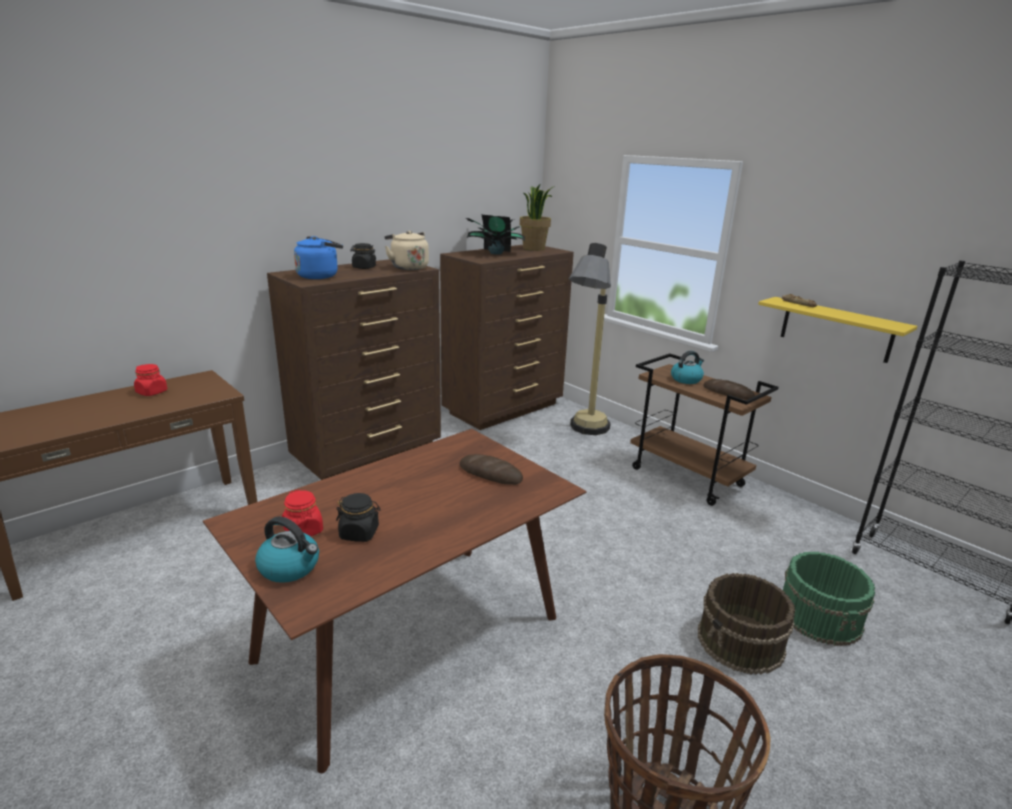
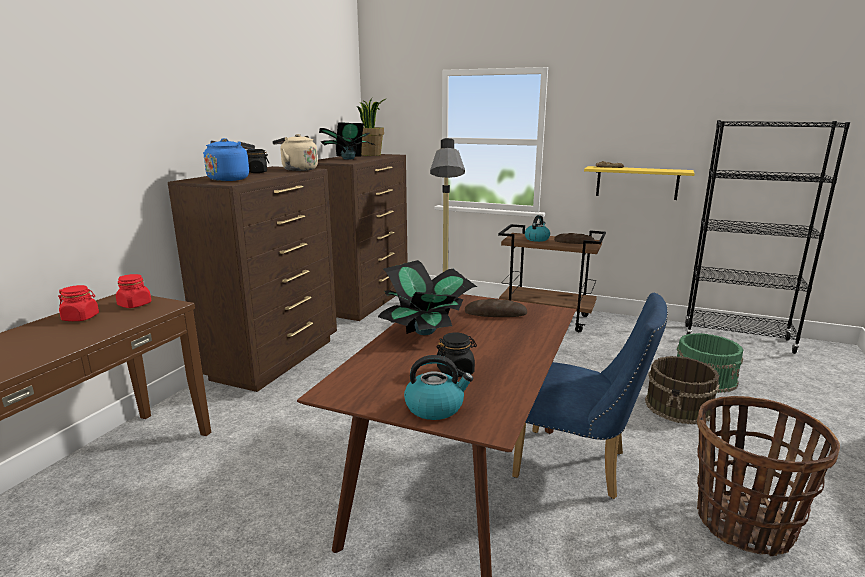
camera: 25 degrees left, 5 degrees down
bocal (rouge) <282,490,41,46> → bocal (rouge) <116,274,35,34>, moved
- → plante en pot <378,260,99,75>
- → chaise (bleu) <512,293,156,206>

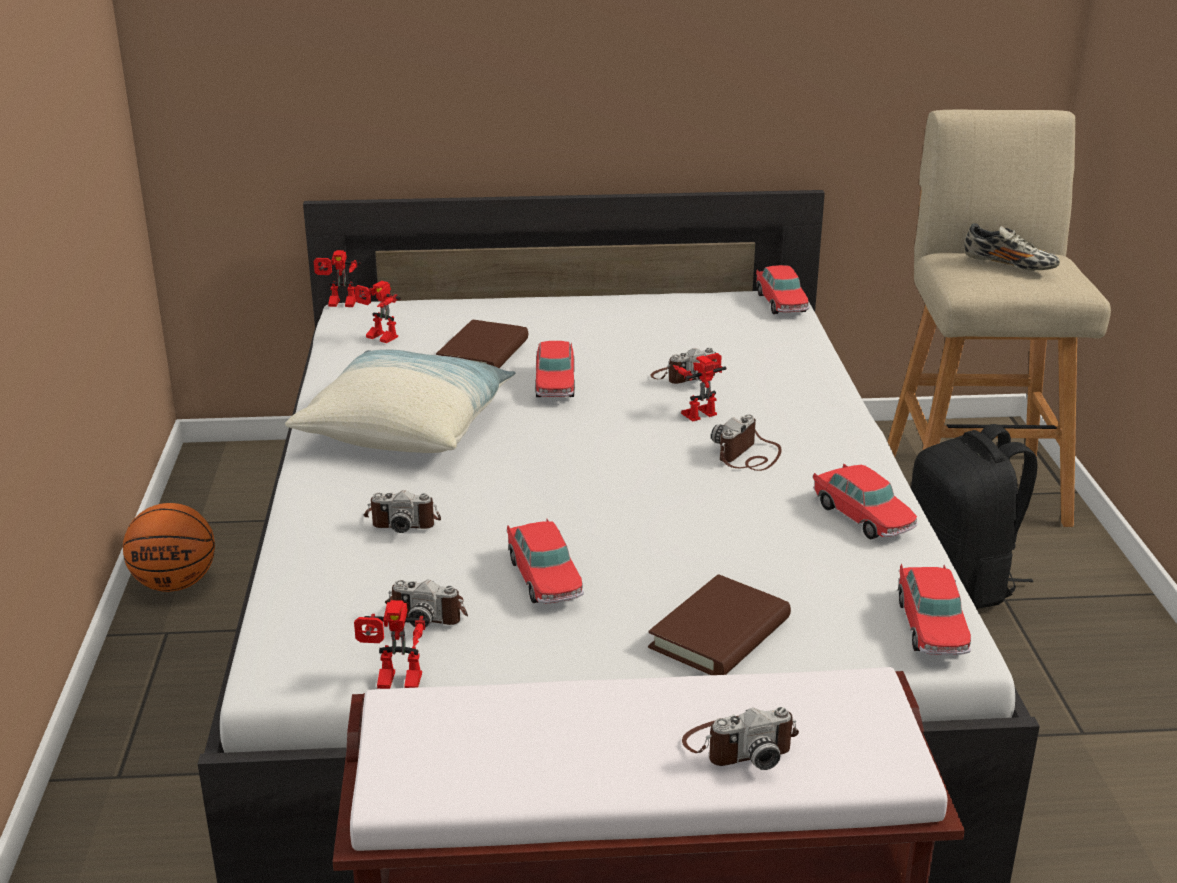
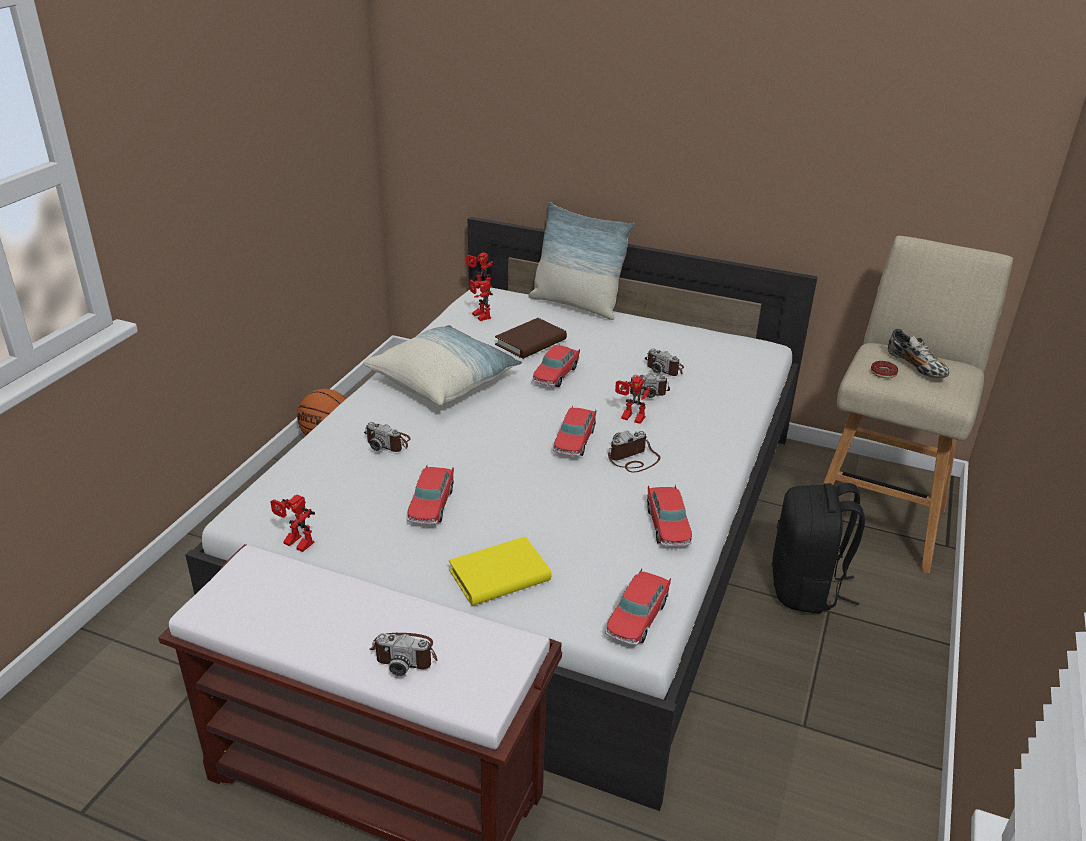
camera: 25 degrees right, 5 degrees up
petite voiture <756,265,53,49> → petite voiture <553,406,43,50>, moved
robot jouet <673,353,54,69> → robot jouet <615,376,39,48>, 150 degrees counterclockwise
livre (marron) <648,574,143,101> → livre (jaune) <449,537,102,69>
appareil photo <385,580,83,47> → appareil photo <645,349,39,27>, moved
- → coussin <528,202,107,118>
- → beignet <871,361,27,17>

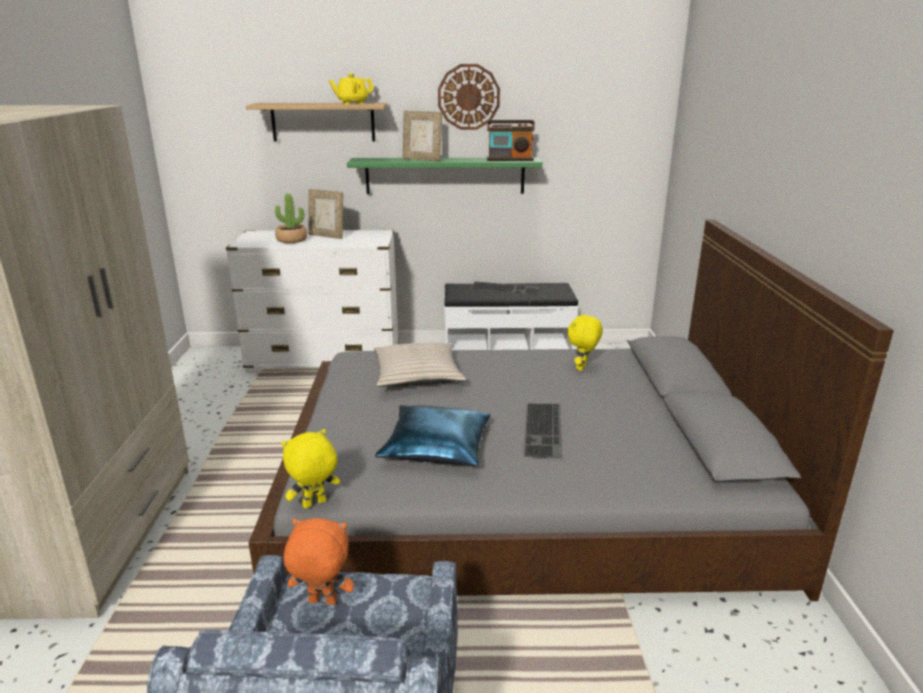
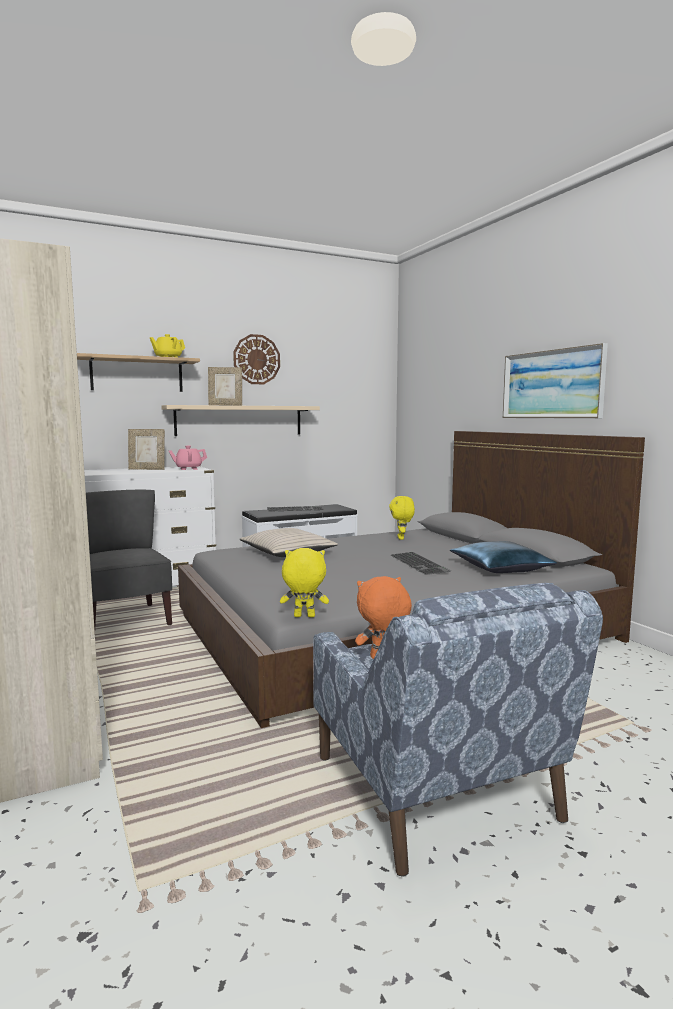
camera: 25 degrees left, 15 degrees down
radio <487,120,48,41> → -
étagère (vert) <347,157,196,37> → étagère (beige) <162,405,158,31>
plante en pot <275,193,32,50> → -
coussin (bleu) <375,405,115,61> → coussin (bleu) <450,541,107,32>, moved
peluche (jaune) <281,429,59,80> → peluche (jaune) <280,548,49,69>, 60 degrees clockwise
- → tableau <503,343,105,75>
- → théière (rose) <169,445,38,25>
- → chaise (gris) <86,490,86,139>

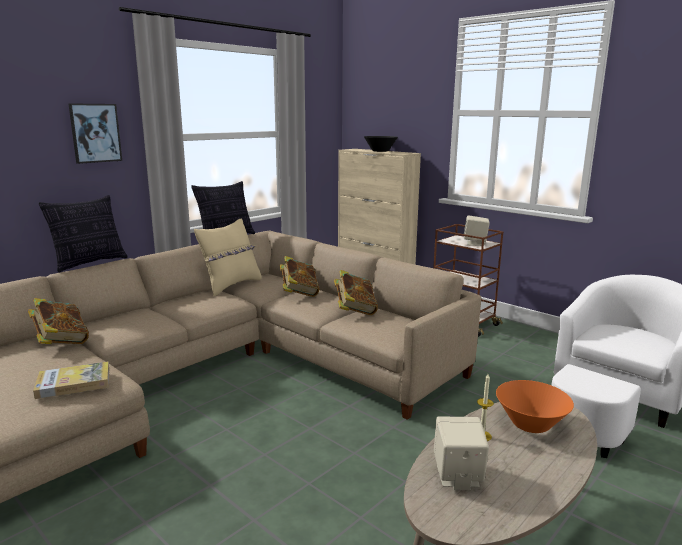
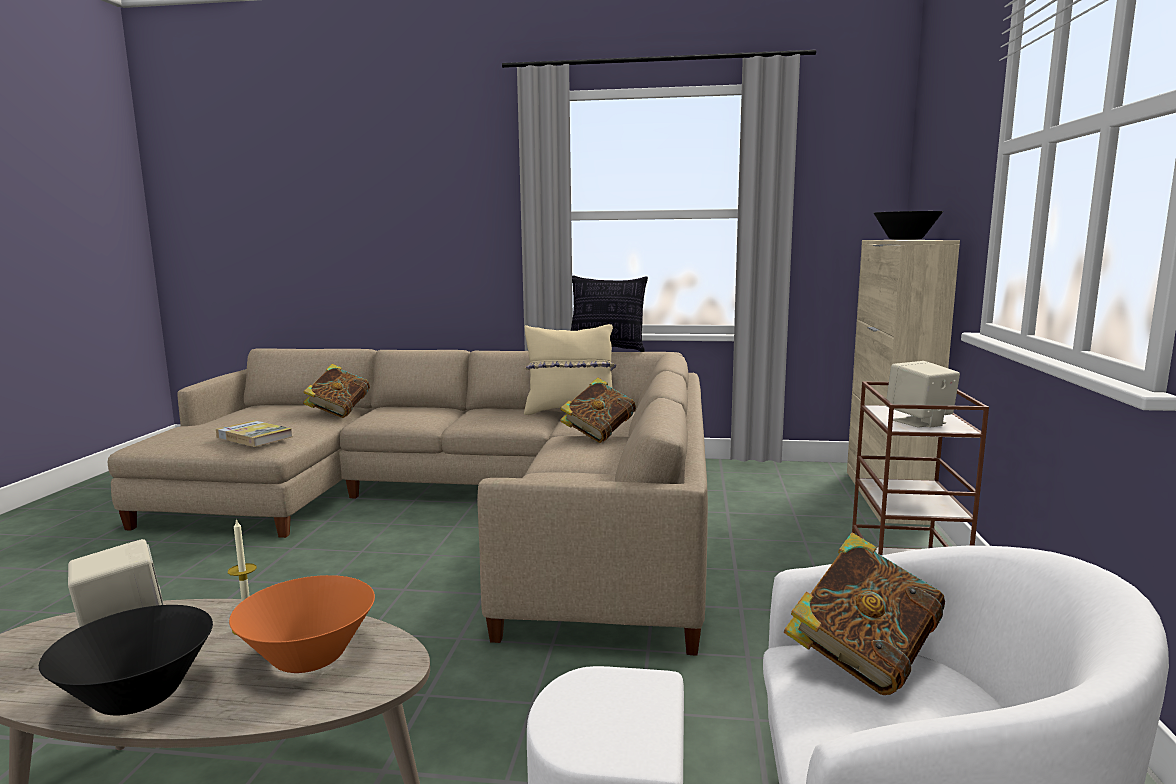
camera: 55 degrees right, 5 degrees down
tableau <68,103,54,61> → -
coussin <39,195,89,78> → -
livre <334,270,44,45> → livre <784,533,161,162>, moved
- → bol (noir) <39,605,174,111>

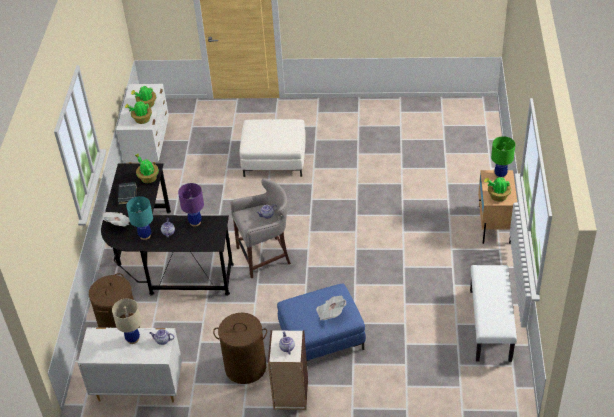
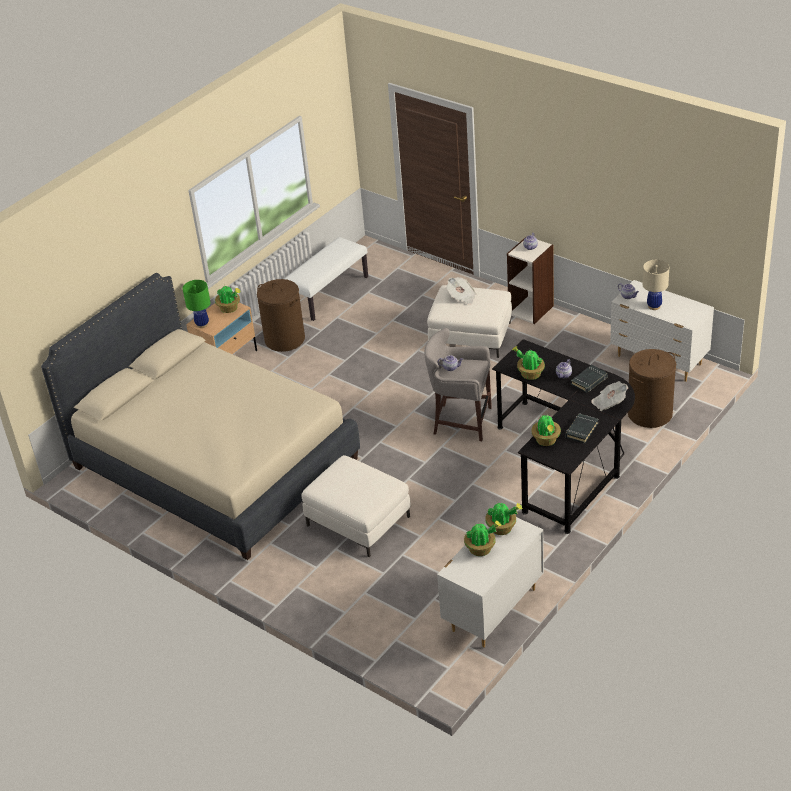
camera: 145 degrees left, 5 degrees down
lampe de table (violet) <178,183,26,43> → plante en pot <512,346,33,34>
lampe de table (turquoise) <126,196,27,44> → livre (noir) <571,365,36,28>
pouf (bleu) <277,284,89,77> → pouf (blanc) <427,285,85,73>
panier à linge (marron) <213,313,54,71> → panier à linge (marron) <257,279,48,73>, moved
- → lit (beige) <41,273,319,287>

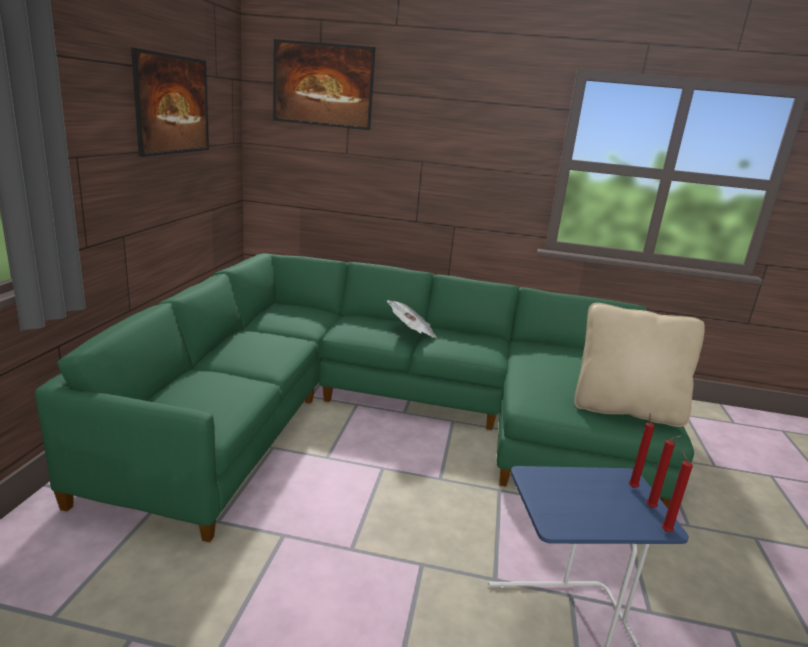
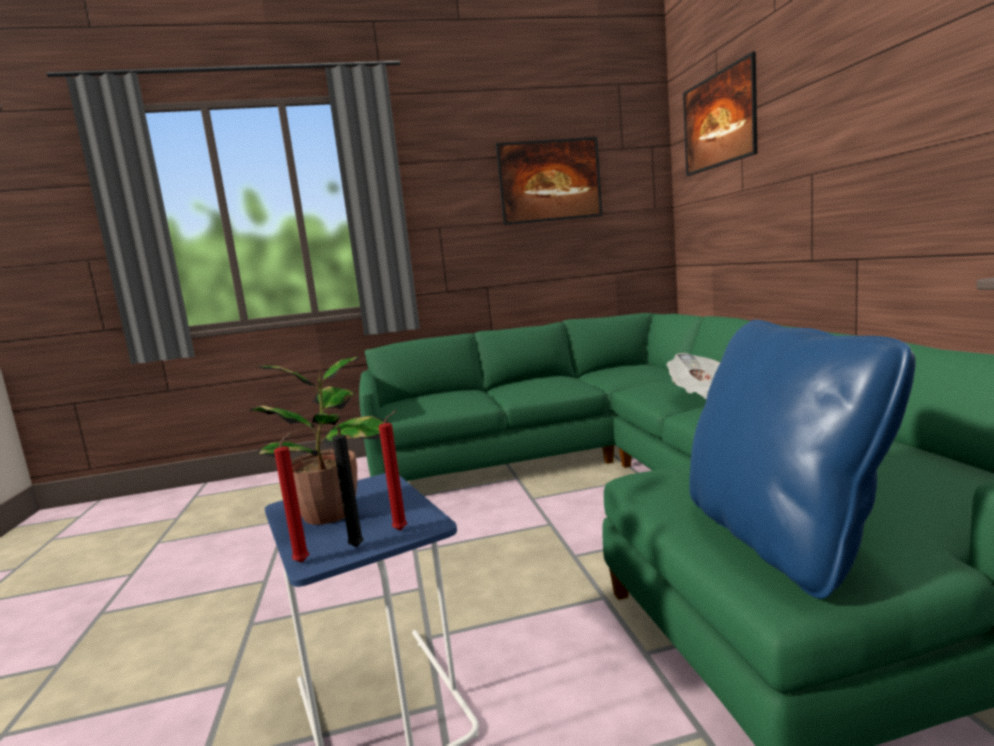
camera: 70 degrees right, 10 degrees down
coussin (beige) <574,303,131,124> → coussin (bleu) <689,320,227,279>
bougie (rouge) <647,435,34,73> → bougie (noir) <332,427,32,120>
- → plante en pot <248,357,141,168>

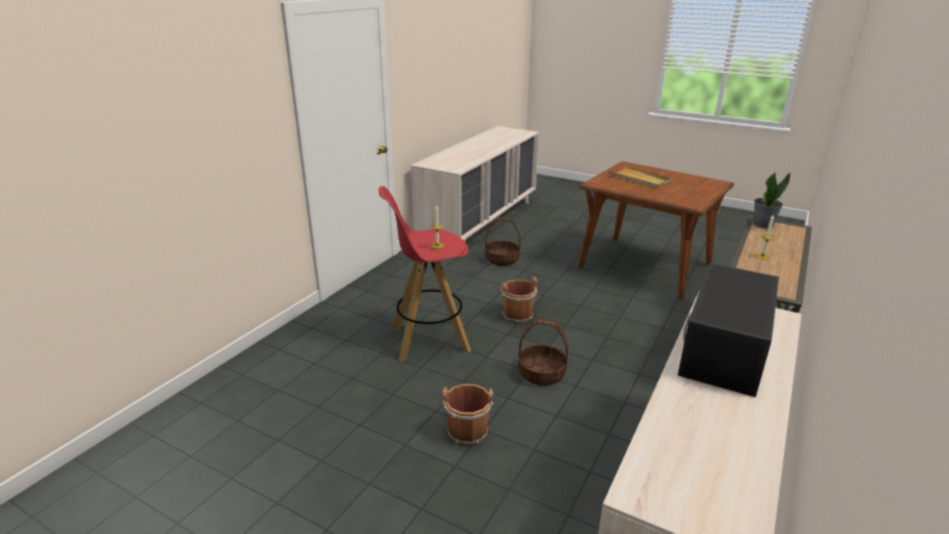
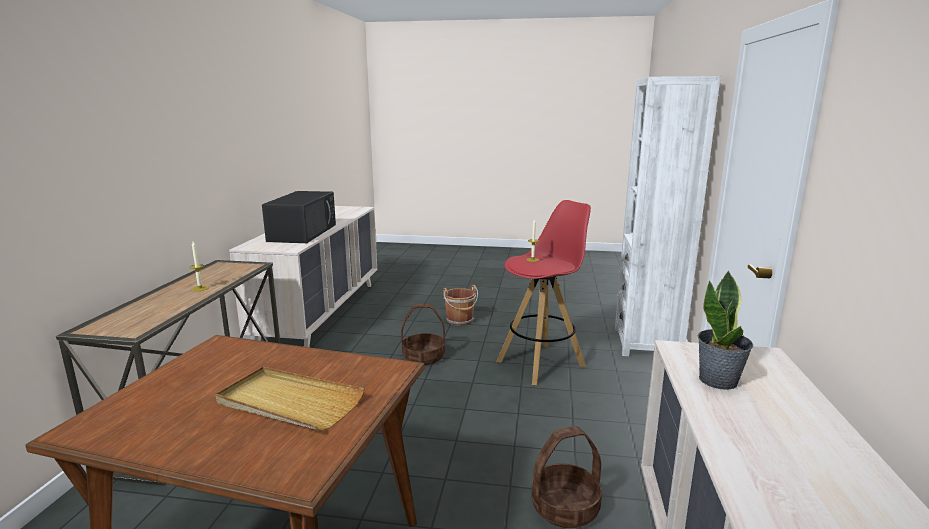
camera: 160 degrees right, 10 degrees down
plante en pot <753,172,38,56> → plante en pot <698,270,55,120>, moved
seau (marron) <498,277,39,47> → -
- → bibliothèque (blanc) <615,76,106,280>

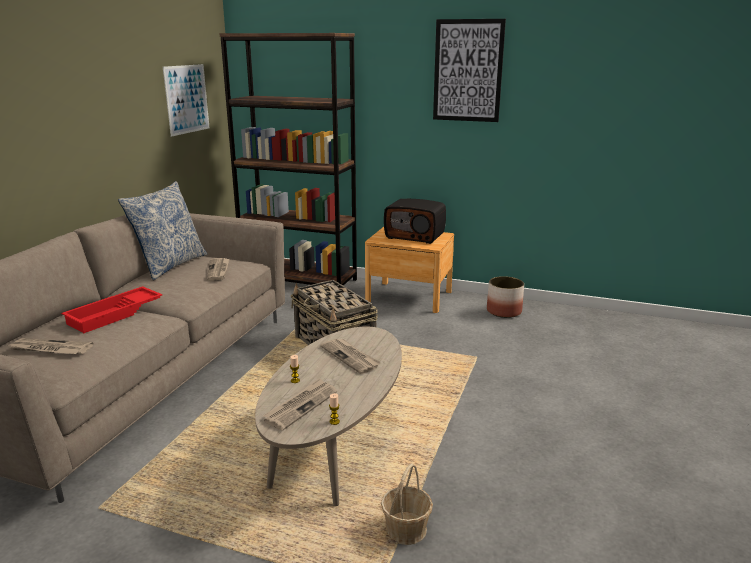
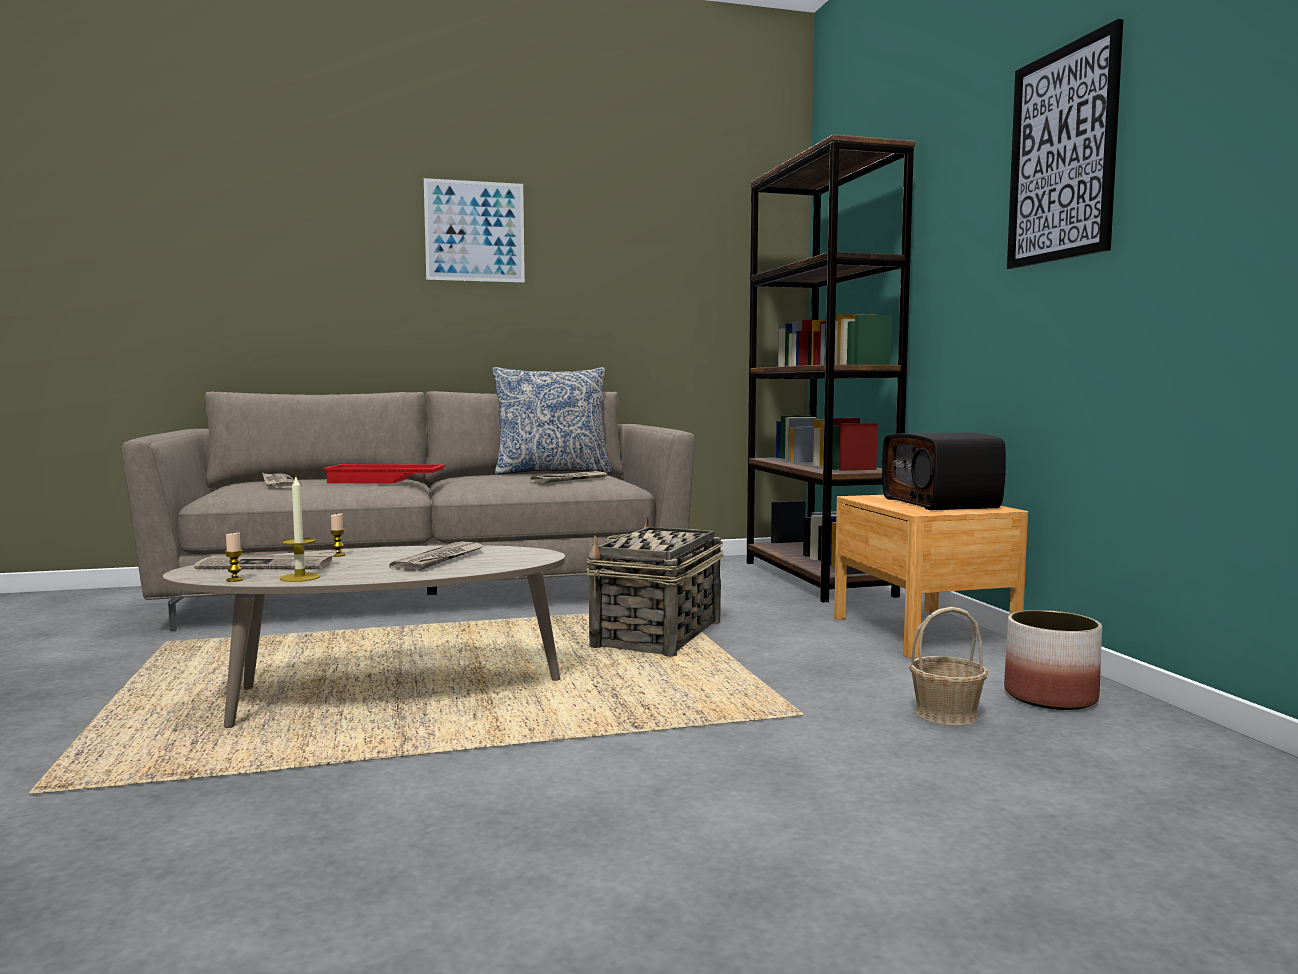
camera: 55 degrees right, 15 degrees down
tableau <163,64,46,73> → tableau <424,178,101,105>, moved
panier <381,463,52,82> → panier <909,607,79,119>, moved
- → bougie <280,477,41,105>

